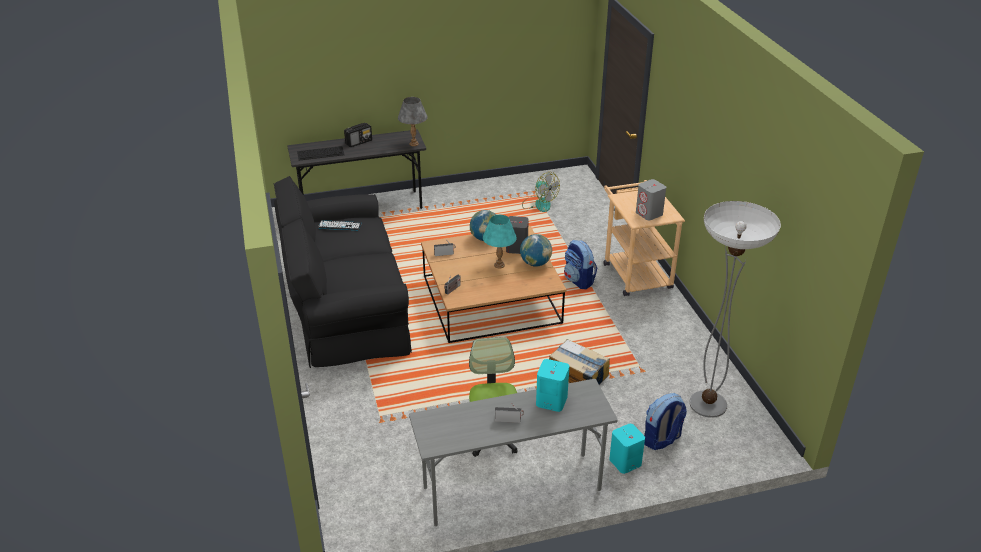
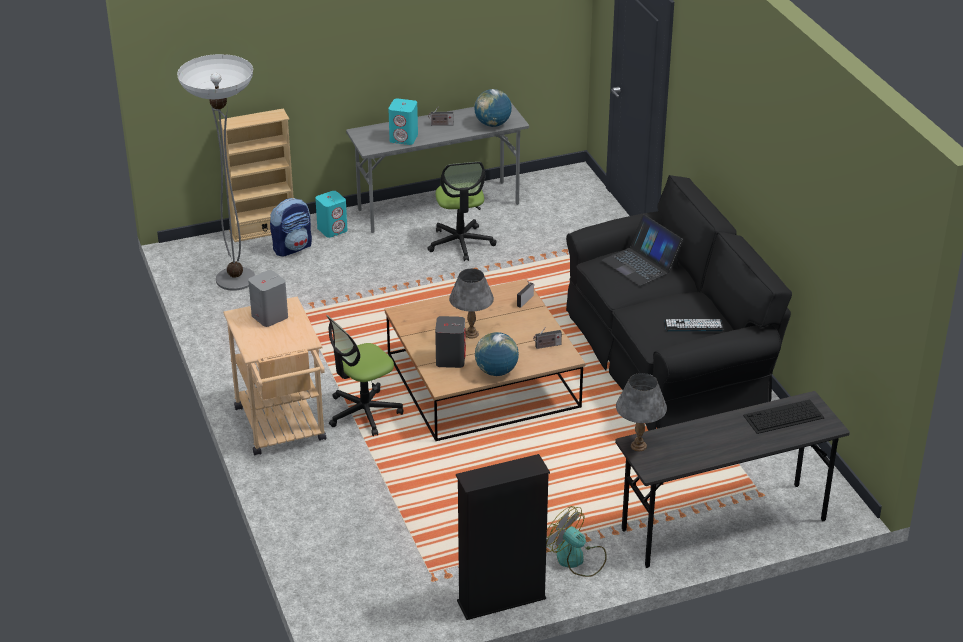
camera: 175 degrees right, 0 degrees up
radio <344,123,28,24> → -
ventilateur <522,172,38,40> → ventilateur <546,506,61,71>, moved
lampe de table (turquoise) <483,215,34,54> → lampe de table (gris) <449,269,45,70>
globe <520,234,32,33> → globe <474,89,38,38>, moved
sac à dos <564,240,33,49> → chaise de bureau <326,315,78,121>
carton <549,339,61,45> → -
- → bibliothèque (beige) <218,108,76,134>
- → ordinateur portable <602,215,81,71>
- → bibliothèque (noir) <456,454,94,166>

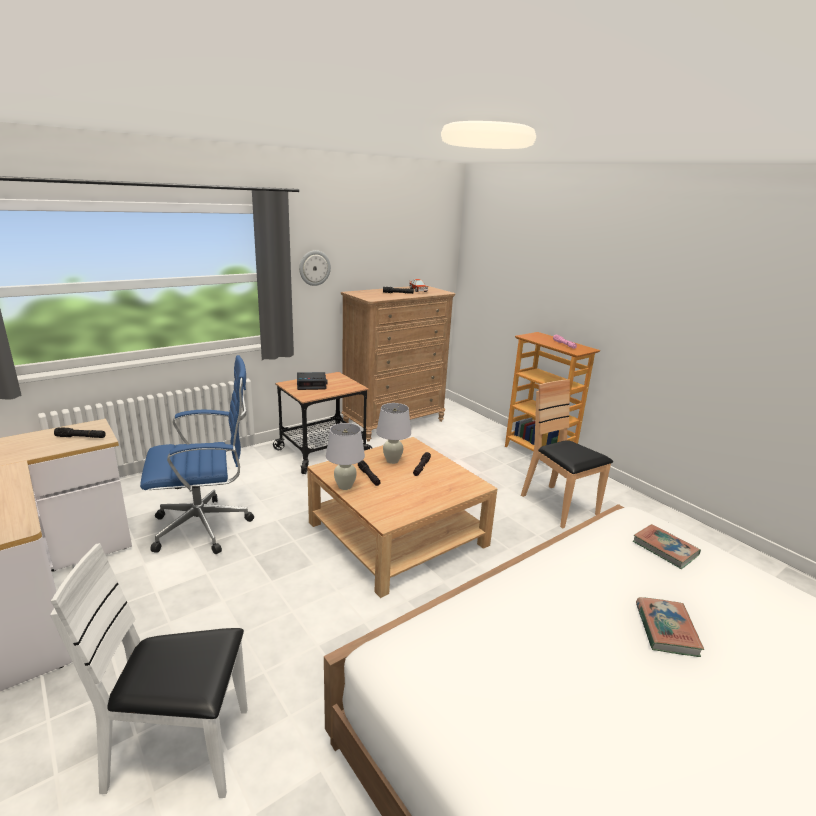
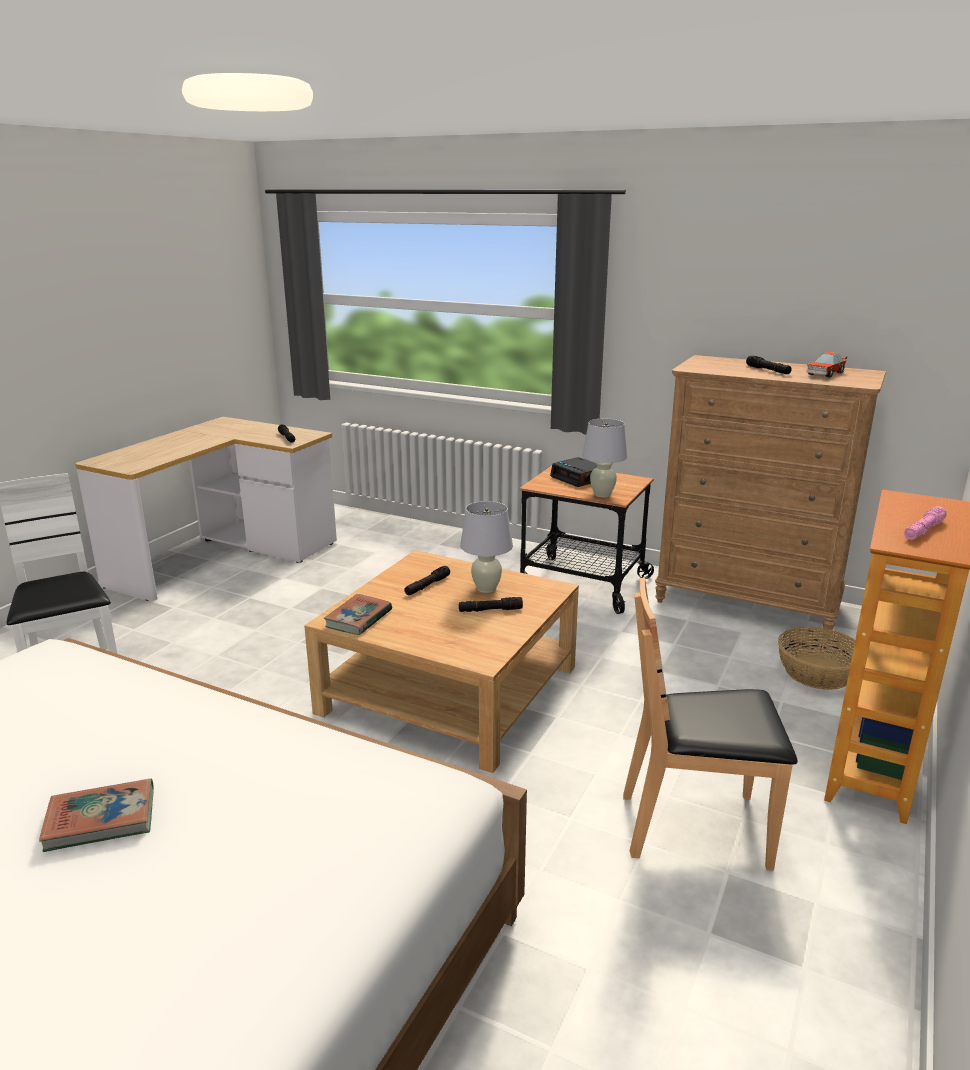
camera: 65 degrees right, 0 degrees up
horloge murale <299,250,32,36> → -
chaise de bureau (bleu) <140,355,114,199> → -
chaise (marron) <521,379,92,150> → chaise (marron) <623,577,175,293>, 120 degrees counterclockwise
lampe de table (blanc) <326,423,39,67> → lampe de table (blanc) <582,419,45,78>, moved
livre <633,524,68,45> → livre <324,594,68,41>, moved
- → panier <778,627,77,63>

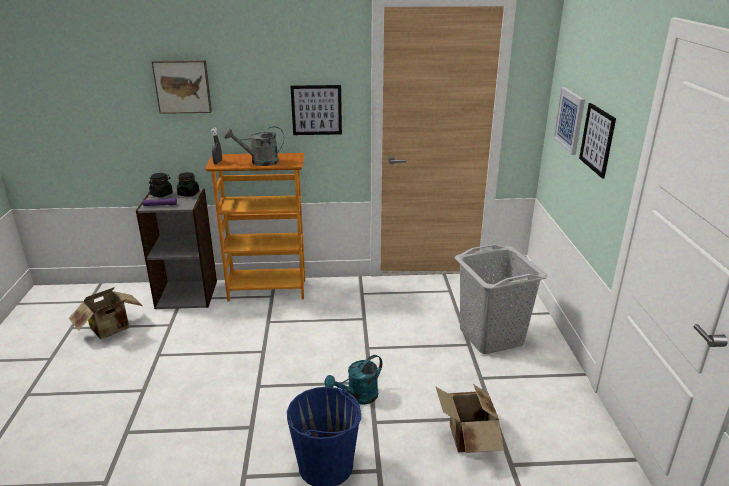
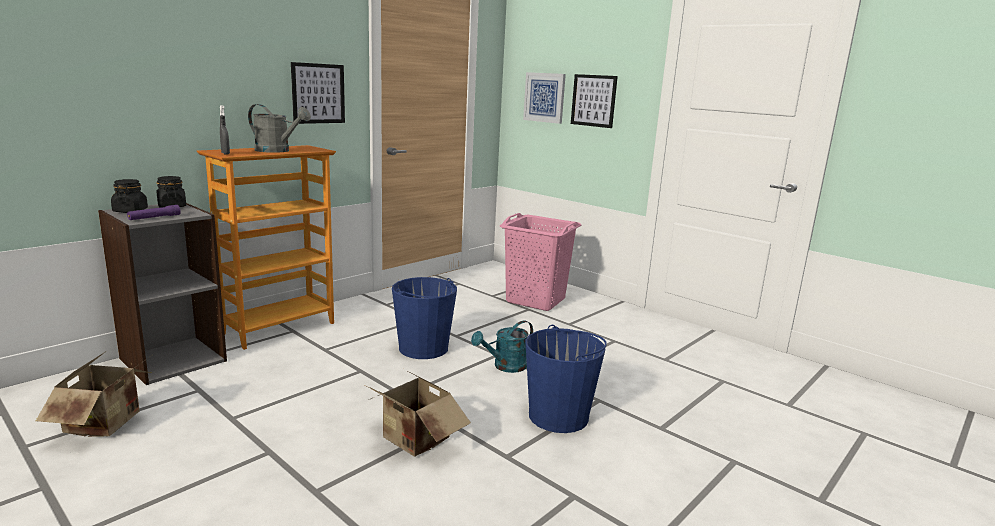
camera: 45 degrees left, 10 degrees down
tableau <152,60,60,54> → -
arrosoir (gris) <224,126,60,40> → arrosoir (gris) <248,104,63,49>, 105 degrees counterclockwise
panier à linge (gris) <455,244,93,110> → panier à linge (rose) <500,213,81,98>
arrosoir (turquoise) <324,355,58,50> → arrosoir (turquoise) <471,320,62,53>, 45 degrees clockwise
carton <435,384,69,69> → carton <367,369,104,88>, moved
- → seau (bleu) <392,277,65,82>

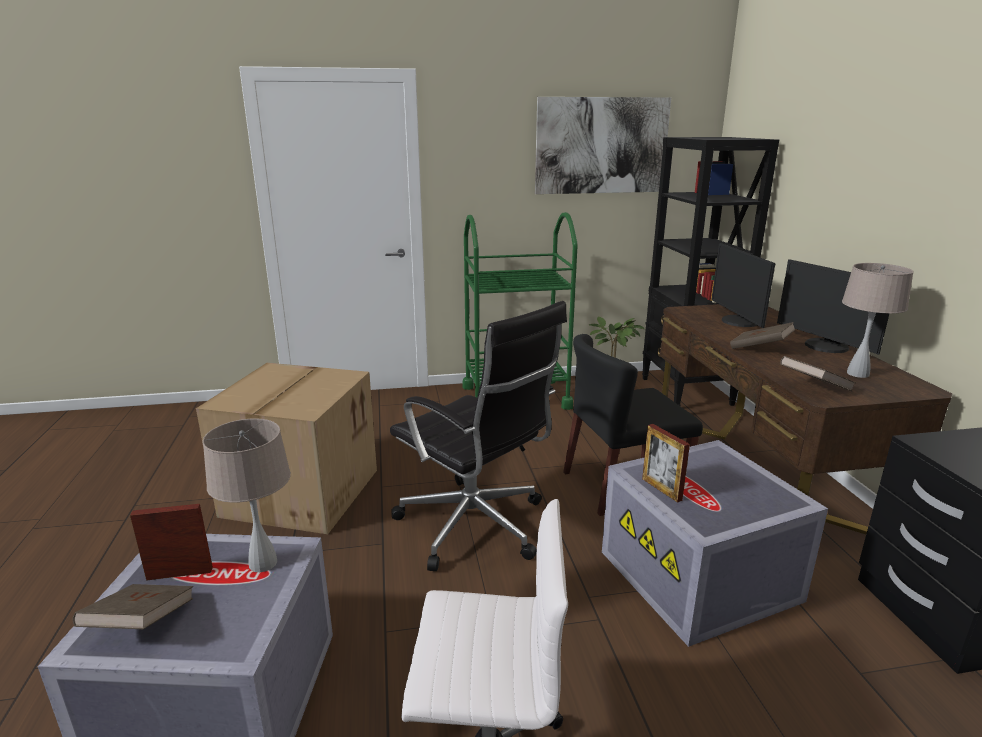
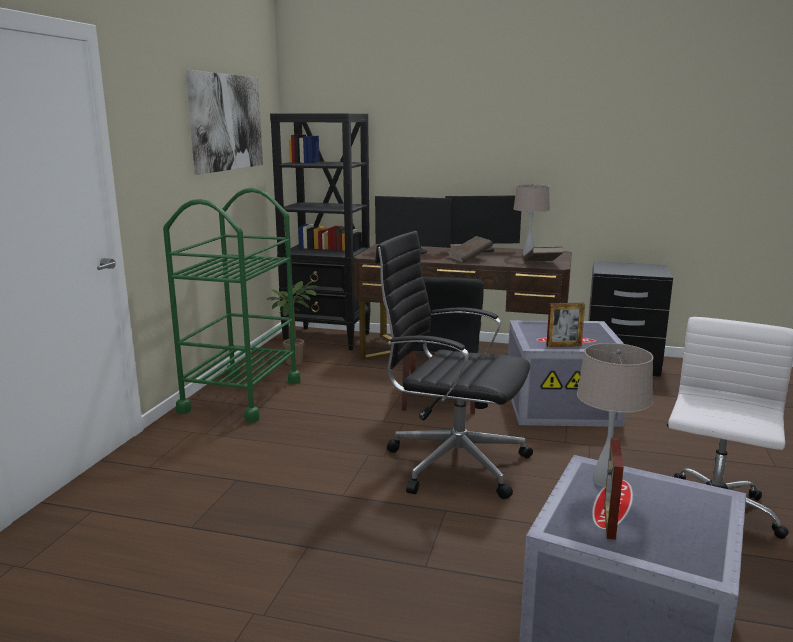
camera: 65 degrees left, 5 degrees down
chaise de bureau (noir) <390,301,177,270> → chaise de bureau (noir) <375,231,158,268>, 135 degrees counterclockwise
carton <196,363,181,171> → -
livre (marron) <73,584,120,45> → -

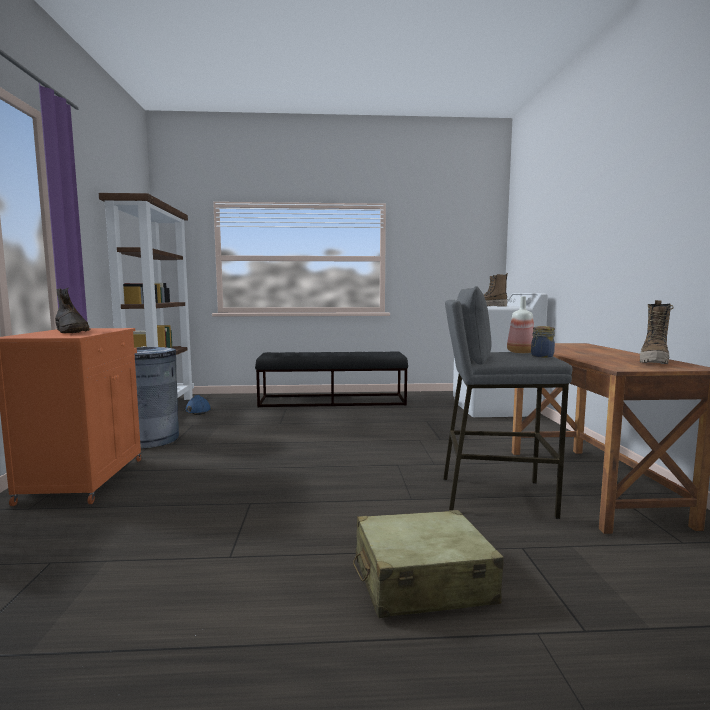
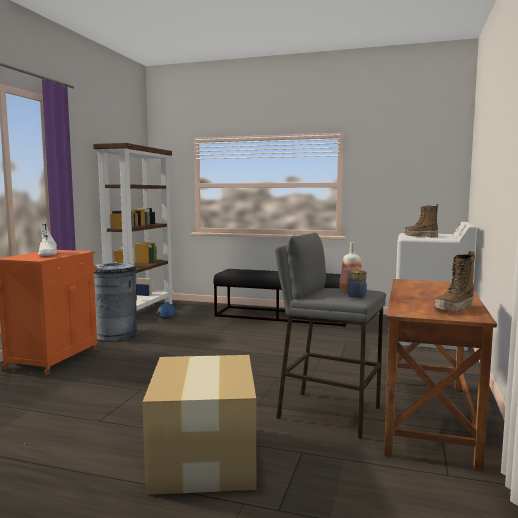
camera: 20 degrees right, 0 degrees up
botte (marron) <55,288,35,45> → botte (blanc) <38,223,19,33>
valise (beige) <353,510,151,108> → carton <142,355,114,140>

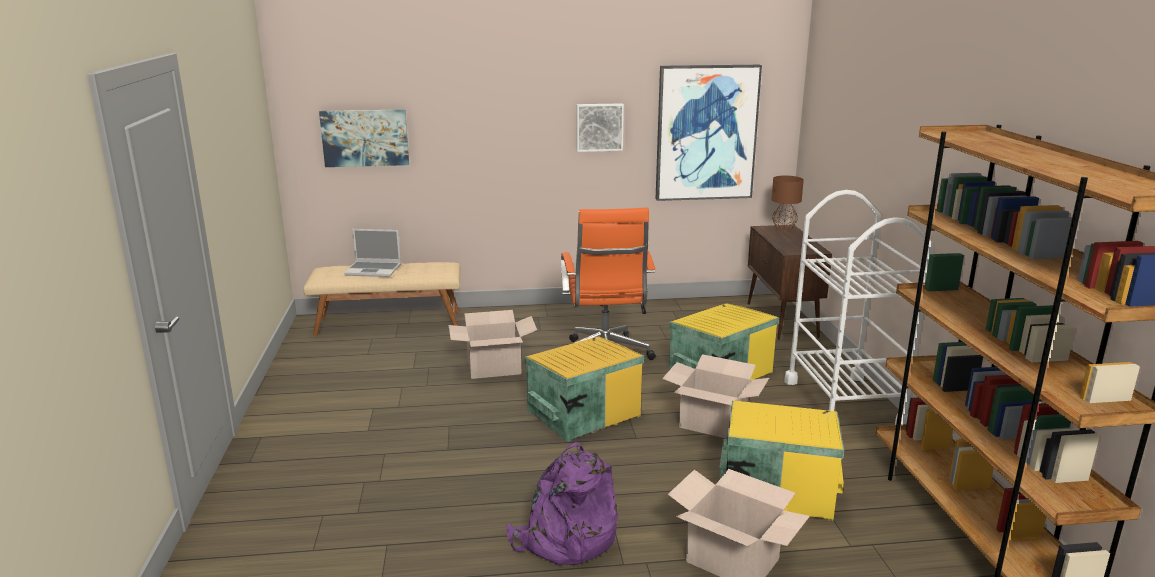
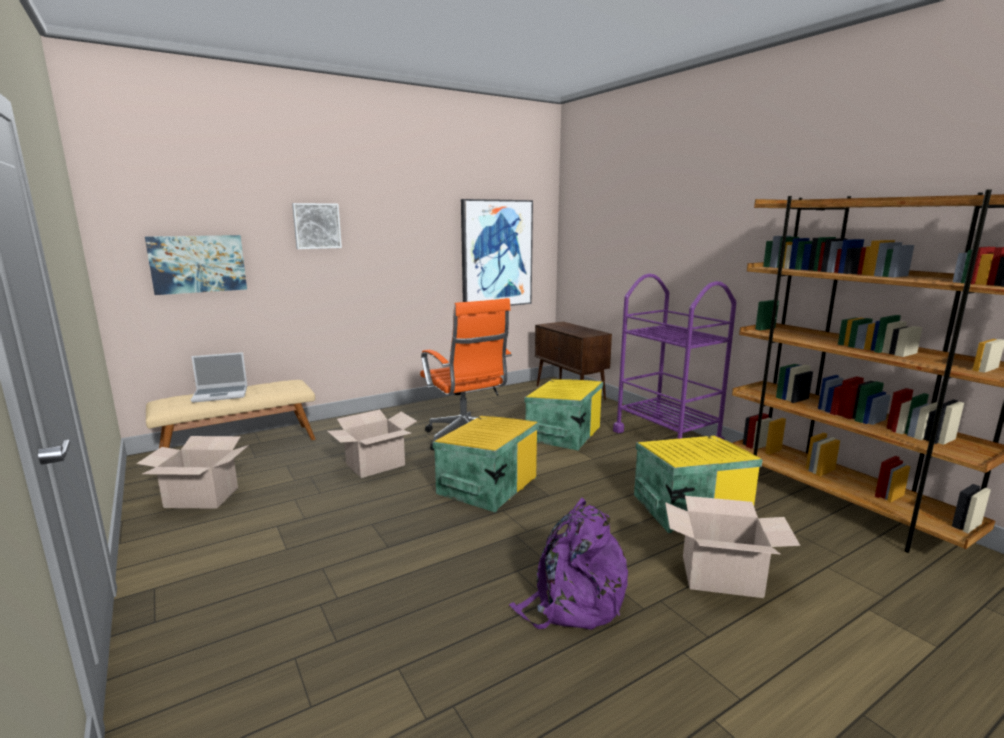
camera: 25 degrees left, 5 degrees down
tableau <577,103,47,49> → tableau <292,203,50,46>, moved
lampe de table (marron) <771,176,33,56> → -
chariot (blanc) <784,190,150,235> → chariot (violet) <613,274,123,166>
carton <662,354,107,85> → carton <136,436,113,73>, moved

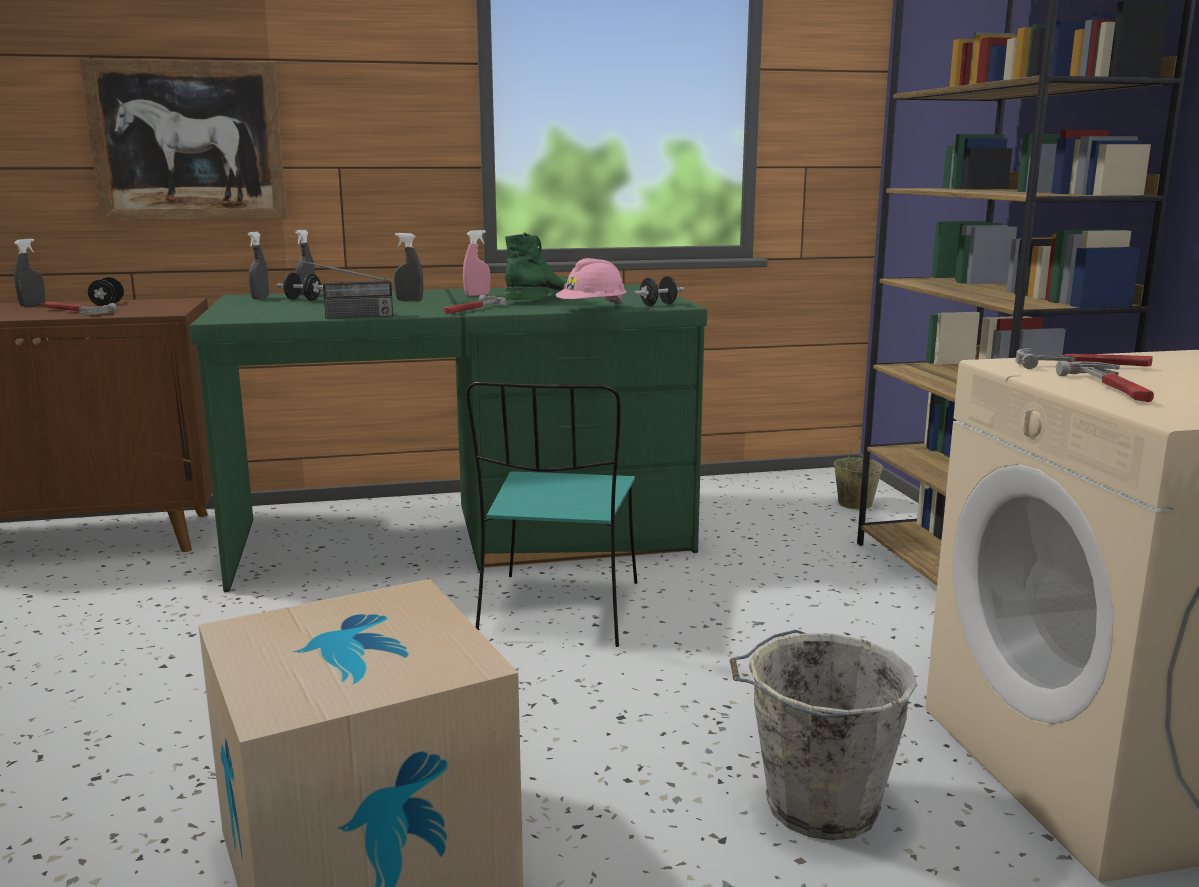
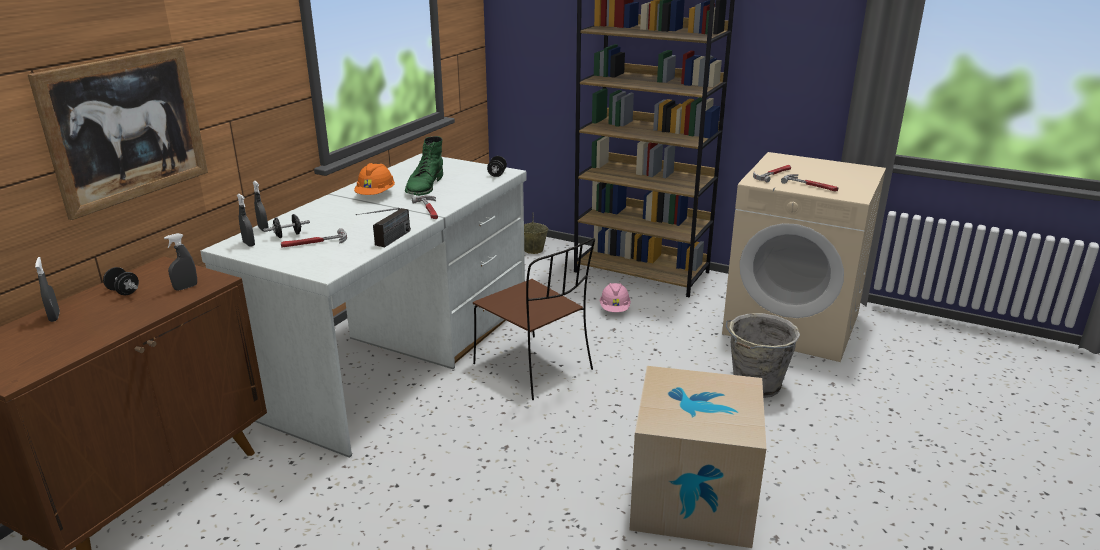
camera: 50 degrees left, 10 degrees up
vaporisateur (rose) <463,230,27,66> → casque de chantier (orange) <354,163,41,32>
vaporisateur (gris) <394,233,29,68> → vaporisateur (gris) <164,233,33,58>, moved
botte (vert) <505,233,64,67> → botte (vert) <405,136,38,60>, 150 degrees counterclockwise
casque de chantier (rose) <556,258,70,48> → casque de chantier (rose) <600,283,31,29>, moved
bureau (vert) <189,284,518,308> → bureau (blanc) <200,153,327,305>
marteau <46,302,71,13> → marteau <281,228,66,20>, moved
chaise (turquoise) <466,381,171,266> → chaise (marron) <473,238,122,162>

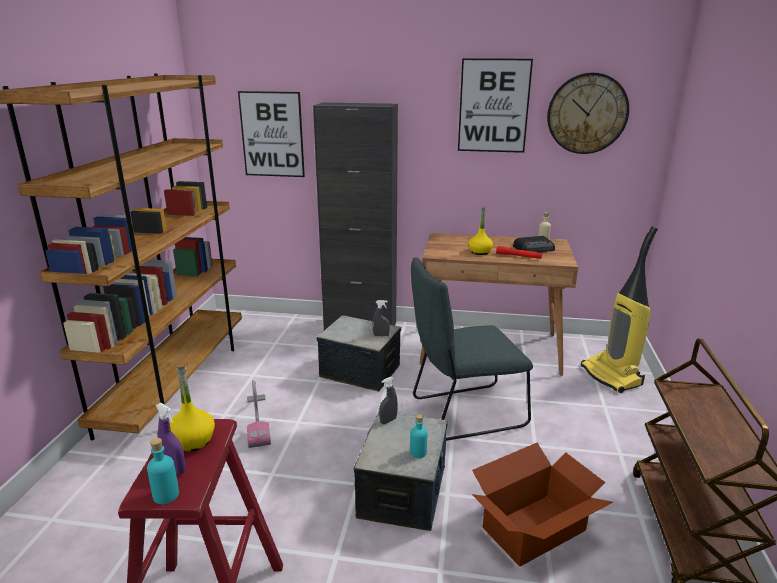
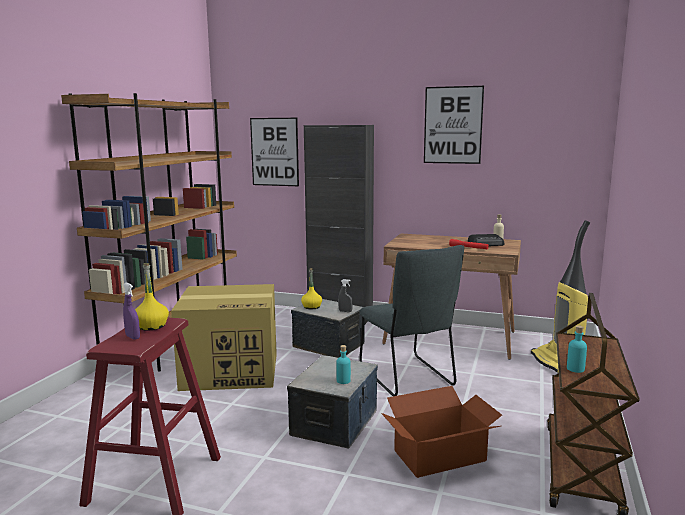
camera: 10 degrees right, 10 degrees down
horloge murale <547,72,82,82> → -
bouteille (jaune) <468,207,25,48> → bouteille (jaune) <301,268,21,41>, moved
chaise (gris) <411,258,122,183> → chaise (gris) <359,245,105,151>, 105 degrees counterclockwise
vaporisateur (gris) <379,377,19,47> → -
aspirateur <247,380,24,68> → carton <171,284,106,107>
bouteille (turquoise) <147,438,32,66> → bouteille (turquoise) <567,325,20,48>, moved

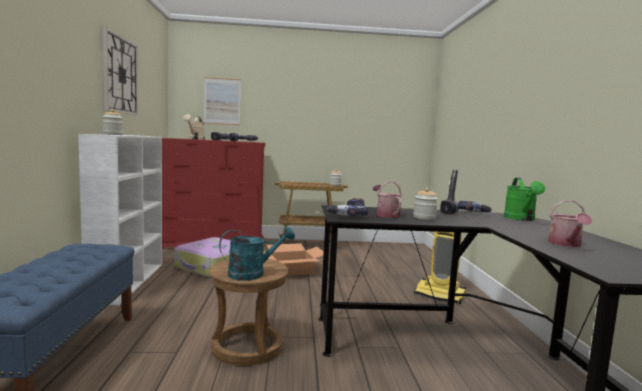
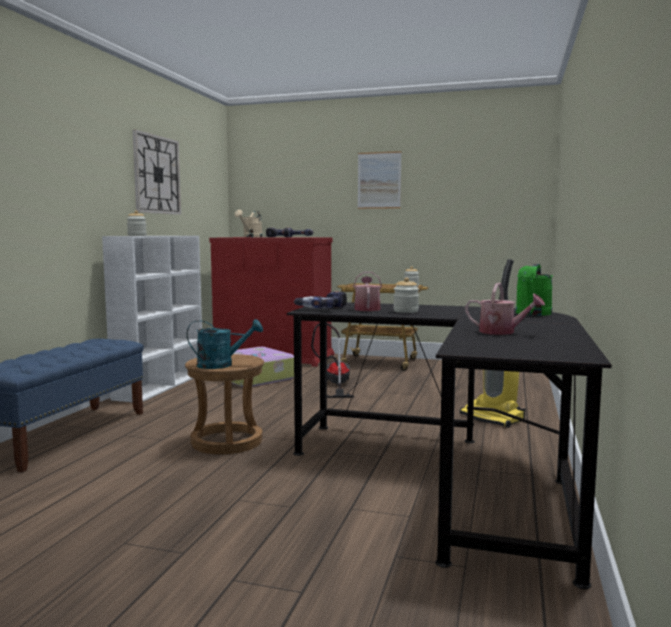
camera: 20 degrees right, 0 degrees up
tableau <204,77,37,48> → tableau <358,151,44,58>, moved
perceuse <440,200,52,14> → -
arrosoir <548,200,44,47> → arrosoir <465,283,80,52>, 90 degrees counterclockwise
carton <263,243,61,33> → aspirateur <311,323,44,75>

